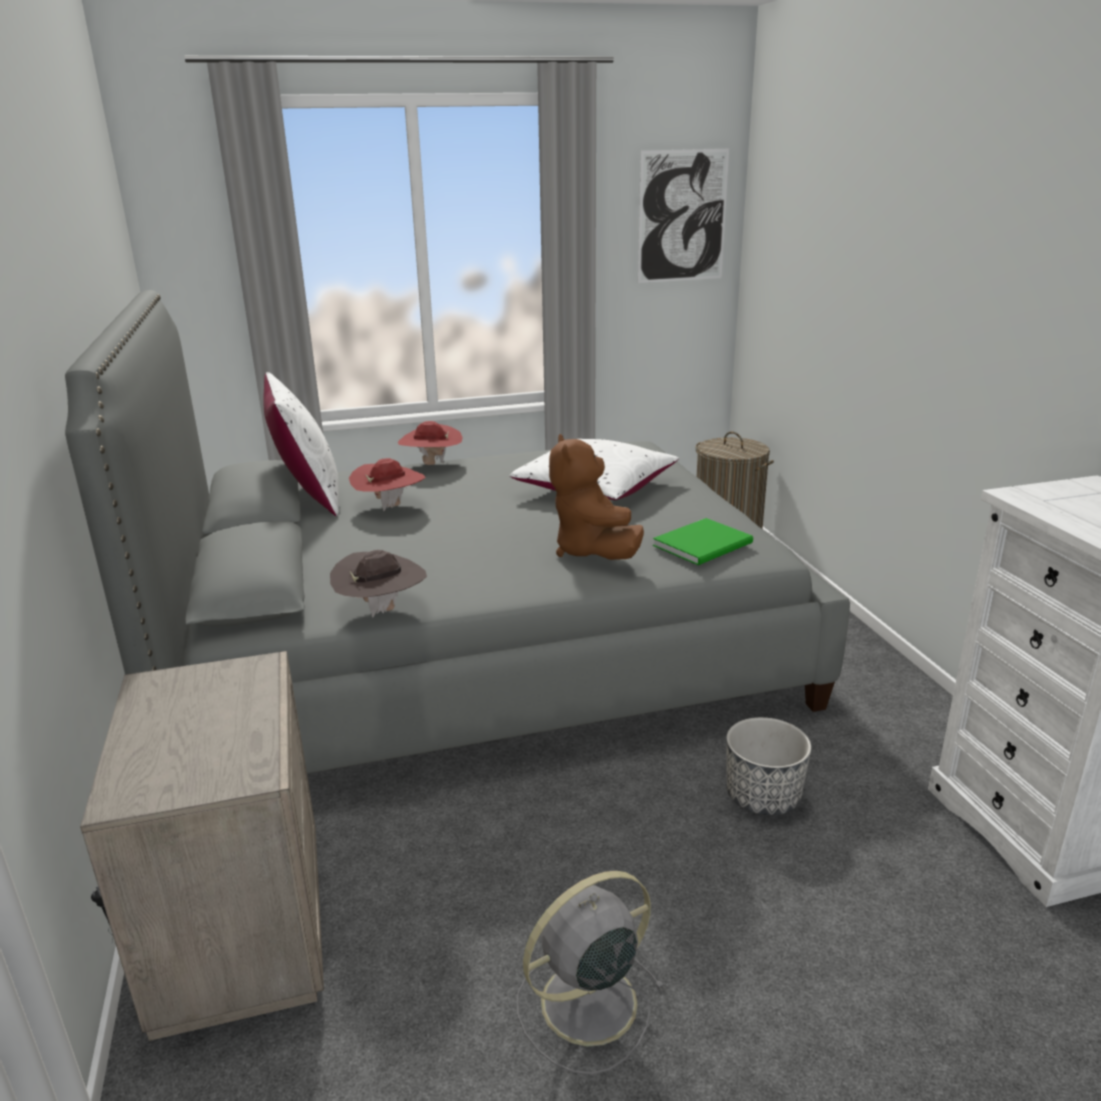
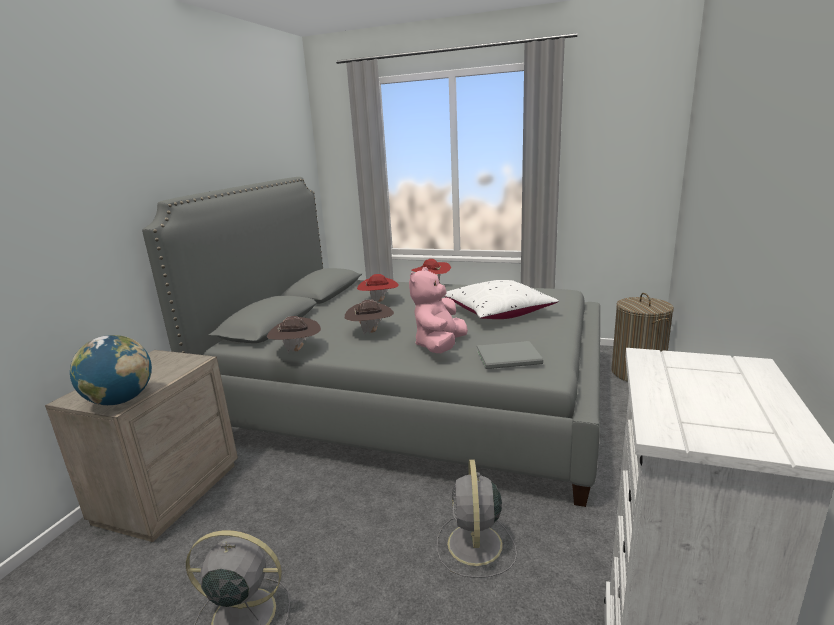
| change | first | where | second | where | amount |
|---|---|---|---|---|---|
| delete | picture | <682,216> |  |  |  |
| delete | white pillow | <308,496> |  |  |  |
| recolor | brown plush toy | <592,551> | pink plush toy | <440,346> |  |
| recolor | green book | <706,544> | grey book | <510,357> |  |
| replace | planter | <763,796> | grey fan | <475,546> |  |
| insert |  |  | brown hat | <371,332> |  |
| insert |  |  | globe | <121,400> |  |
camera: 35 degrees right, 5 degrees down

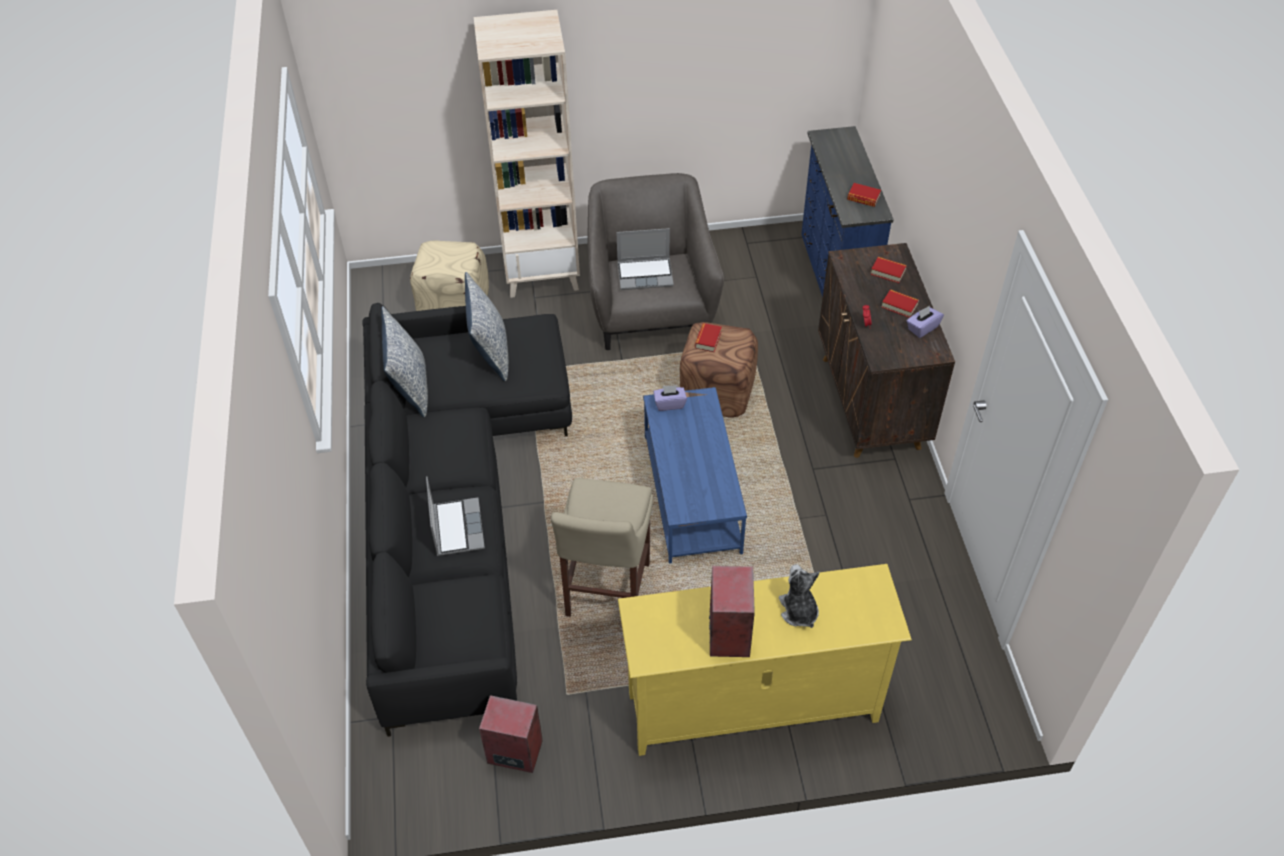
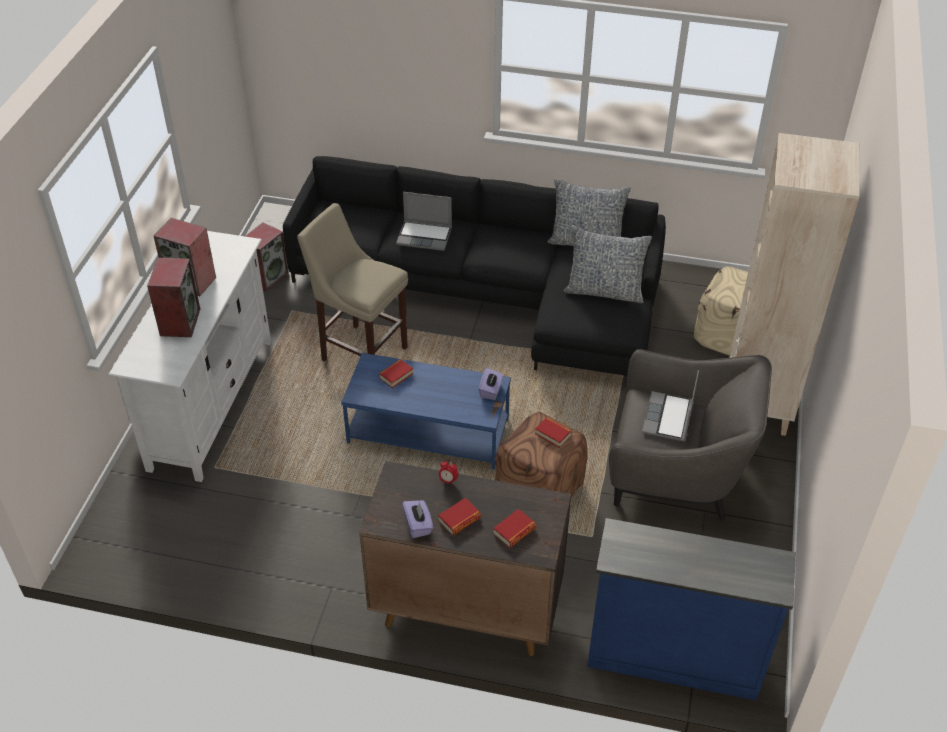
| change | first | where | second | where | amount |
|---|---|---|---|---|---|
| move | book | <863,198> |  | <396,376> |  |
| recolor | yellow tv stand | <752,708> | white tv stand | <211,402> |  |
| replace | plush toy | <798,611> | speaker | <179,321> |  |
camera: 110 degrees right, 5 degrees down

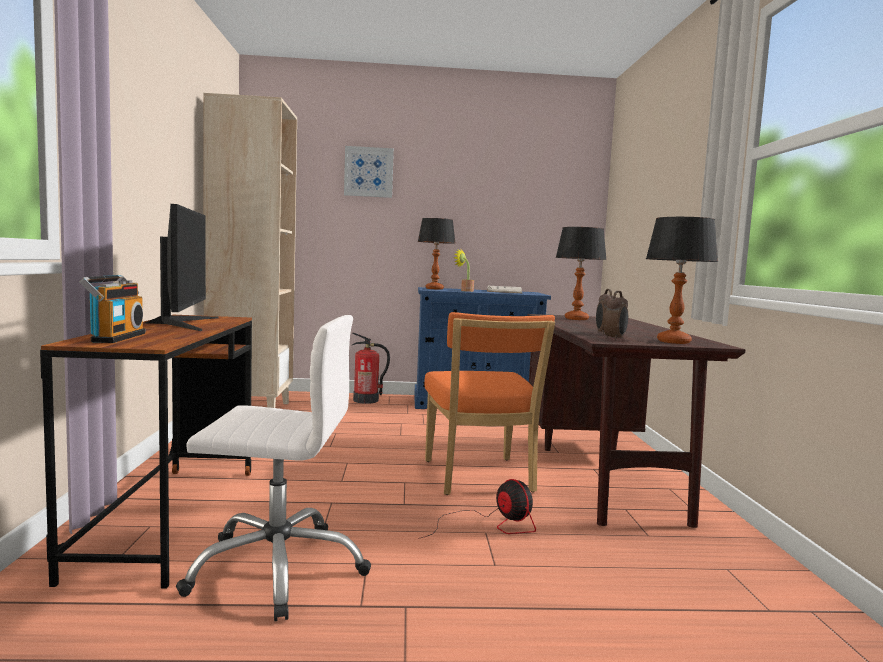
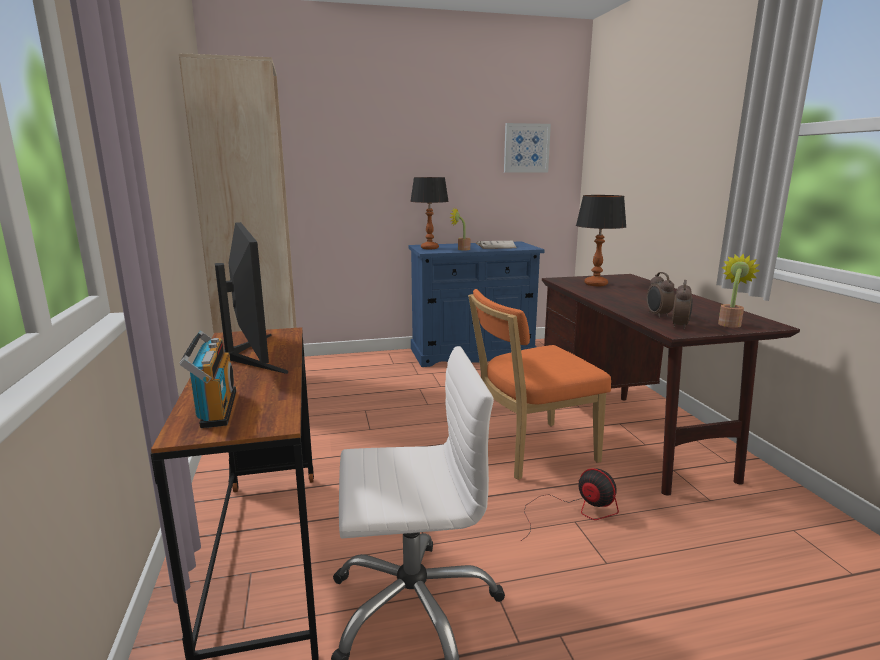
| change | first | where | second | where | amount |
|---|---|---|---|---|---|
| move | picture | <368,172> |  | <526,148> |  |
| replace | table lamp | <673,342> | potted plant | <730,323> |  |
| rotate | orange chair | <479,478> |  | <530,451> | 90 degrees clockwise |
| delete | fire extinguisher | <366,400> |  |  |  |
camera: 10 degrees left, 10 degrees up

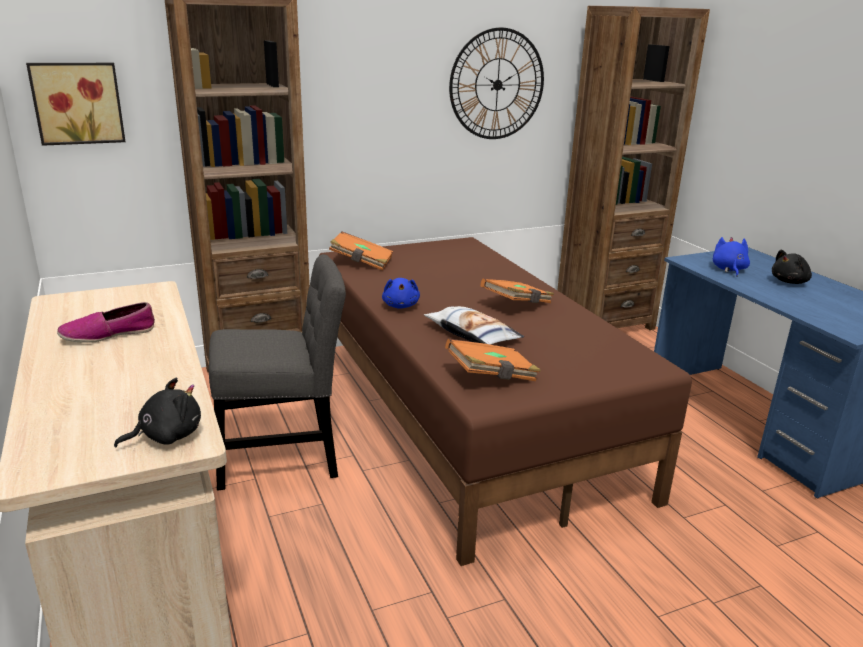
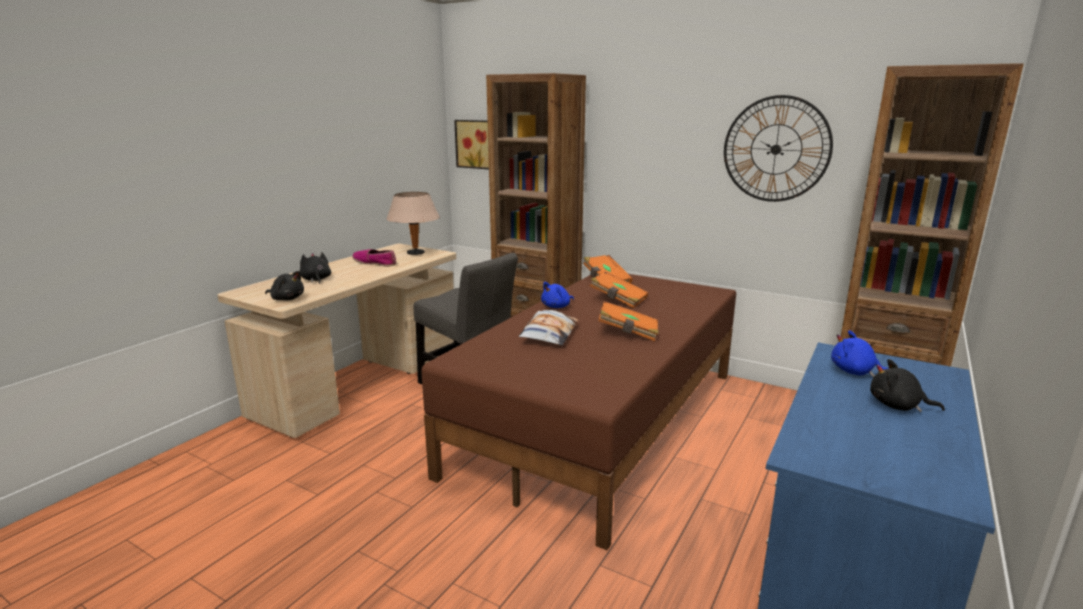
| change | first | where | second | where | amount |
|---|---|---|---|---|---|
| rotate | blue plush toy | <728,269> |  | <855,372> | 120 degrees counterclockwise |
| move | orange book | <492,376> |  | <618,300> |  |
| insert |  |  | beige table lamp | <415,253> |  |
| insert |  |  | black plush toy | <316,280> |  |
camera: 55 degrees right, 5 degrees down

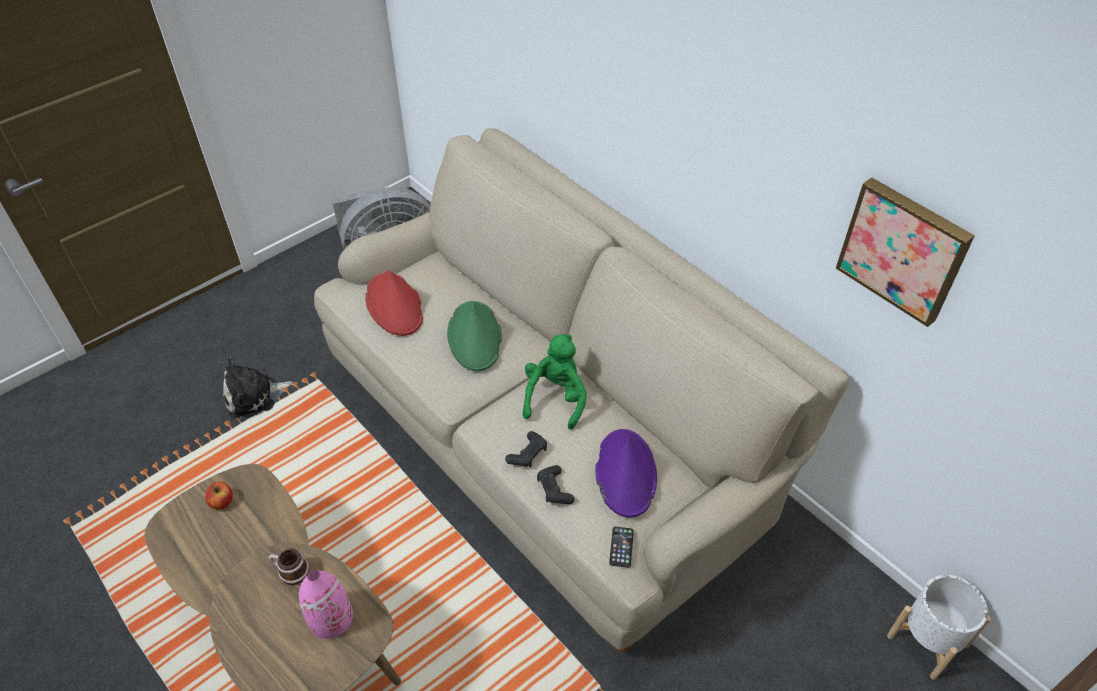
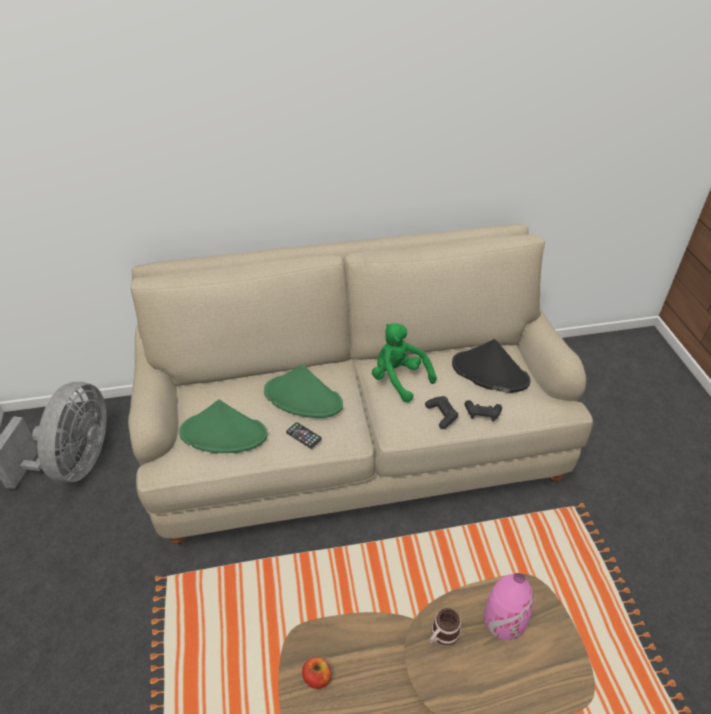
| change | first | where | second | where | amount |
|---|---|---|---|---|---|
| delete | picture | <904,249> |  |  |  |
| recolor | red hat | <394,306> | green hat | <224,434> |  |
| delete | plush toy | <254,396> |  |  |  |
| recolor | purple hat | <625,473> | black hat | <489,373> |  |
| move | phone | <621,547> |  | <303,435> |  |
| delete | white planter | <928,640> |  |  |  |
camera: 60 degrees left, 5 degrees down

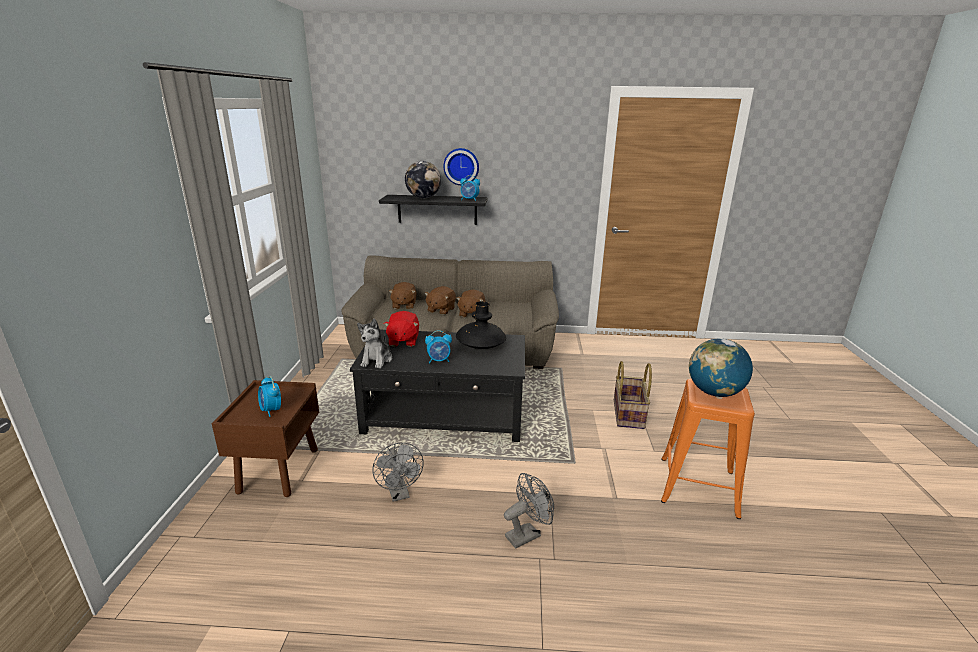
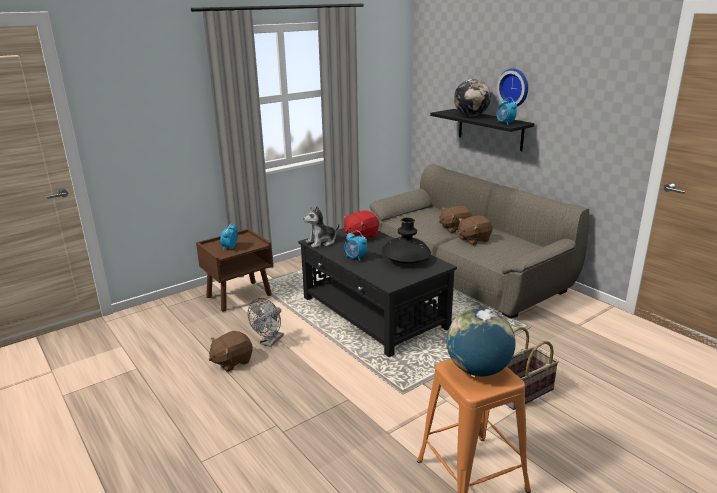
| change | first | where | second | where | amount |
|---|---|---|---|---|---|
| move | brown plush toy | <404,305> |  | <232,361> |  |
| delete | grey fan | <527,534> |  |  |  |
camera: 50 degrees right, 0 degrees up

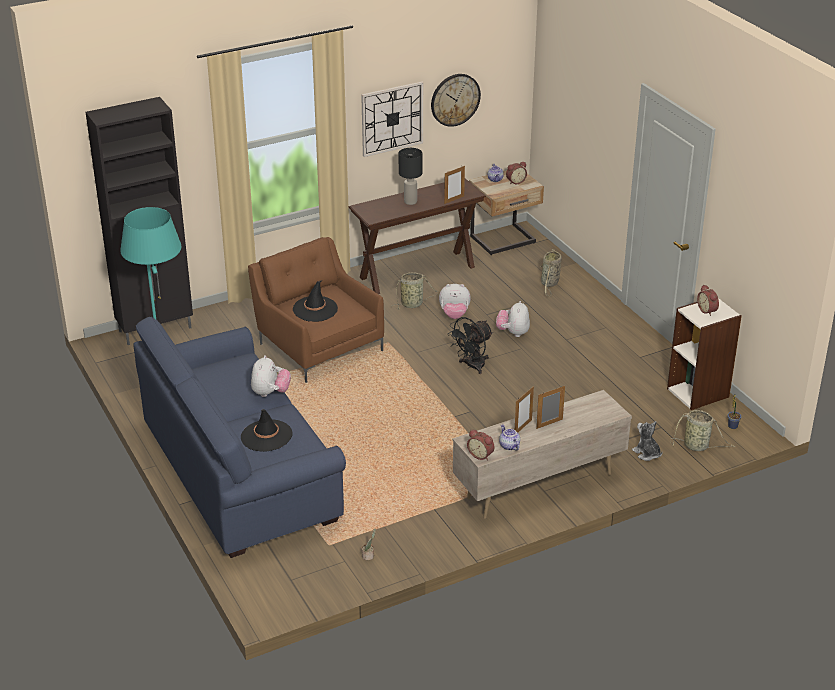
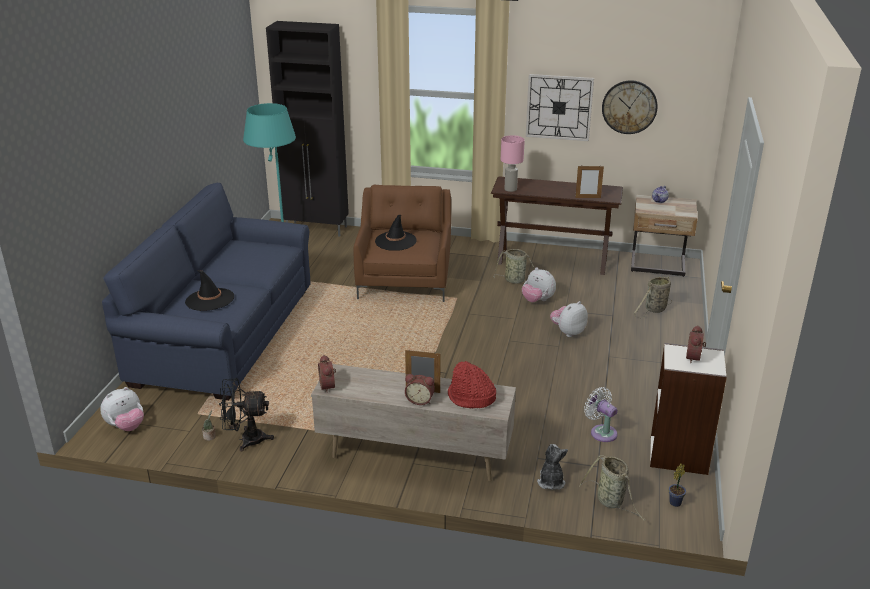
| change | first | where | second | where | amount |
|---|---|---|---|---|---|
| delete | black table lamp | <410,201> |  |  |  |
| move | alarm clock | <515,181> |  | <420,400> |  |
| move | black fan | <471,366> |  | <246,439> |  |
| move | plush toy | <270,393> |  | <126,426> |  |
| delete | picture frame | <523,427> |  |  |  |
| delete | teapot | <508,446> |  |  |  |
| insert |  |  | pink table lamp | <510,189> |  |
| insert |  |  | red hat | <471,398> |  |
| insert |  |  | white fan | <601,432> |  |
camera: 40 degrees right, 5 degrees down

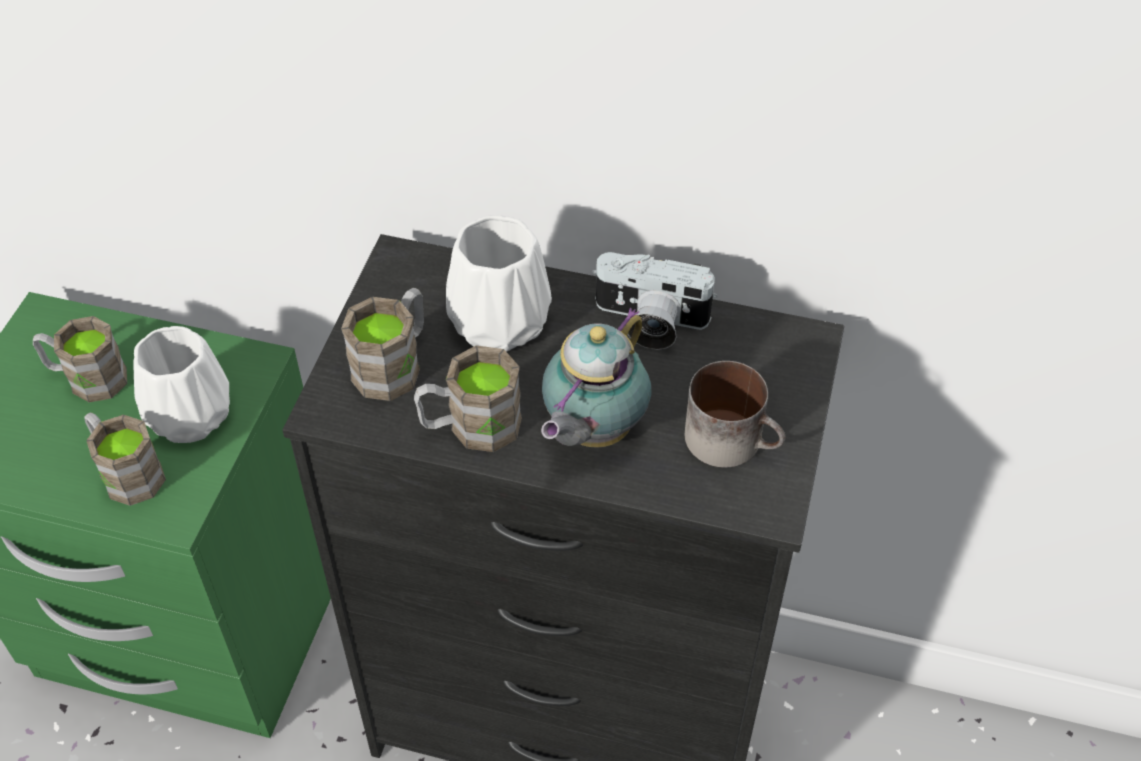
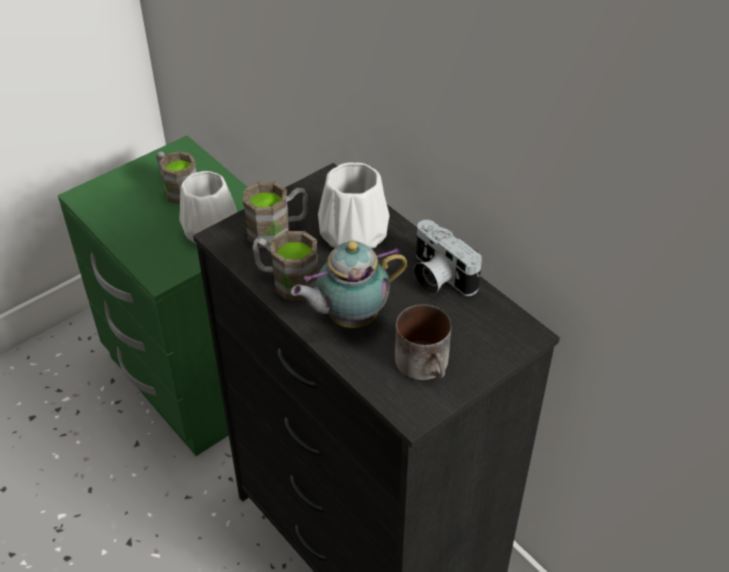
| change | first | where | second | where | amount |
|---|---|---|---|---|---|
| delete | brown mug | <126,472> |  |  |  |
camera: 35 degrees right, 5 degrees down

